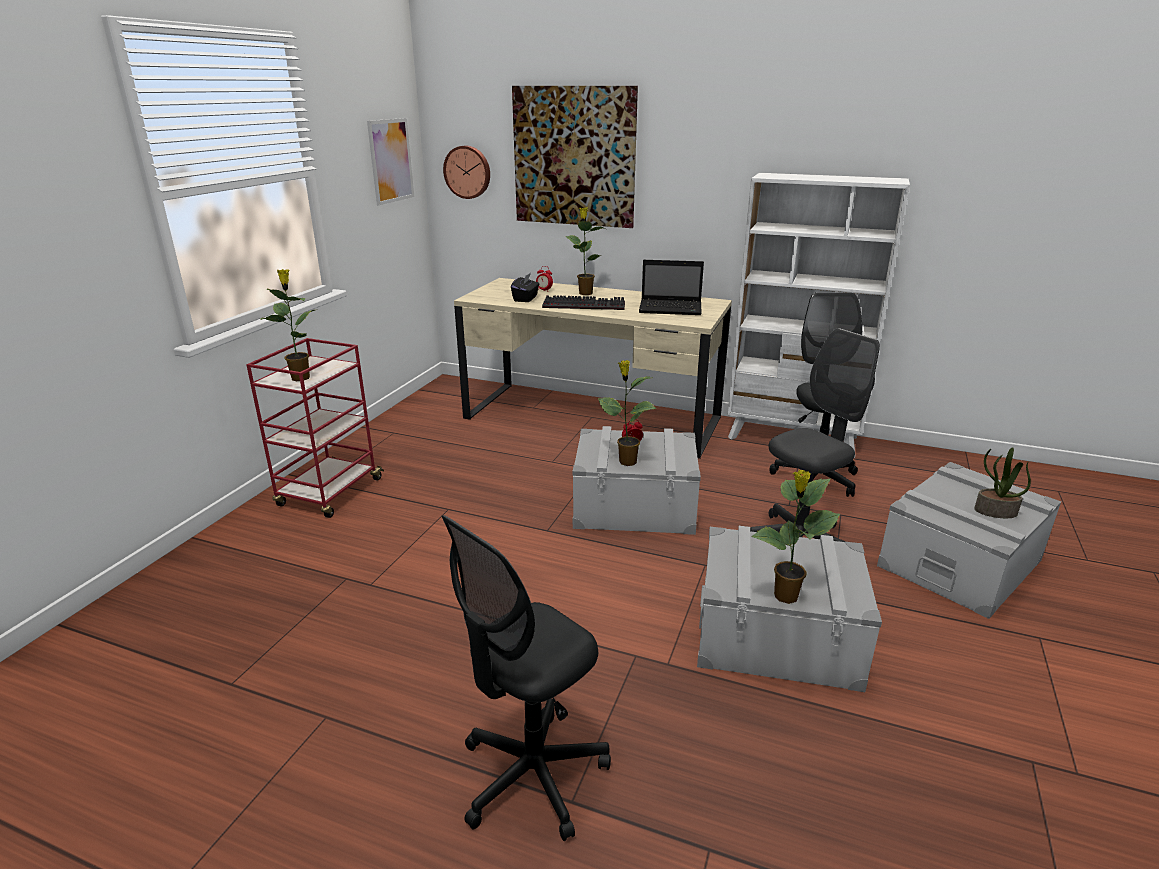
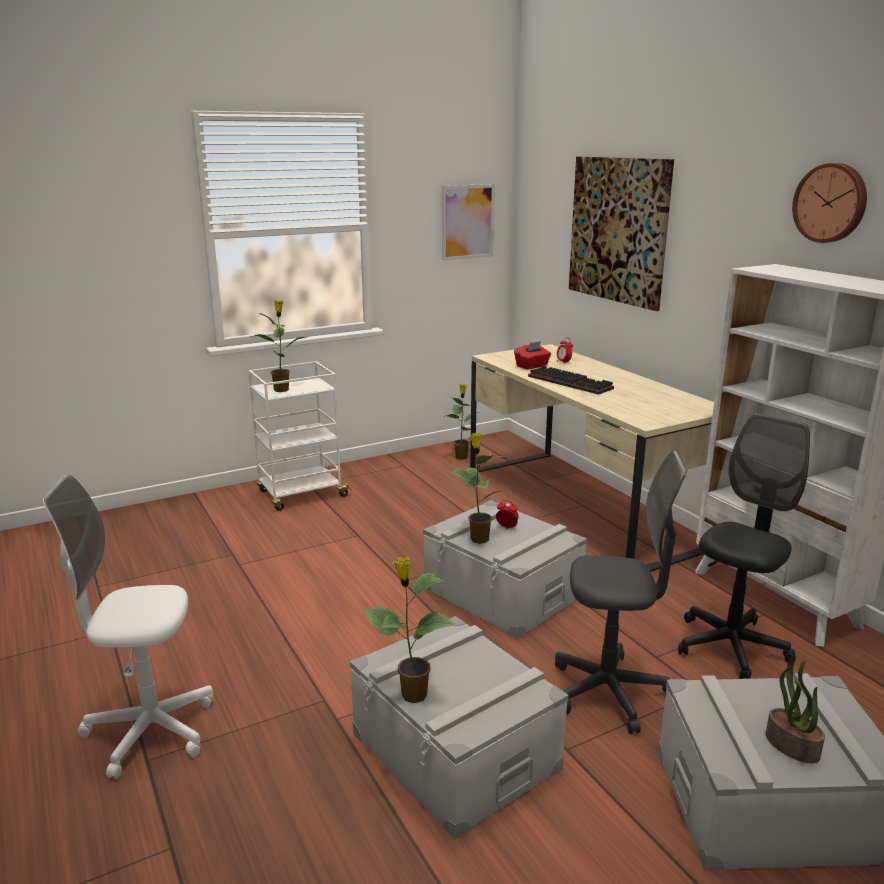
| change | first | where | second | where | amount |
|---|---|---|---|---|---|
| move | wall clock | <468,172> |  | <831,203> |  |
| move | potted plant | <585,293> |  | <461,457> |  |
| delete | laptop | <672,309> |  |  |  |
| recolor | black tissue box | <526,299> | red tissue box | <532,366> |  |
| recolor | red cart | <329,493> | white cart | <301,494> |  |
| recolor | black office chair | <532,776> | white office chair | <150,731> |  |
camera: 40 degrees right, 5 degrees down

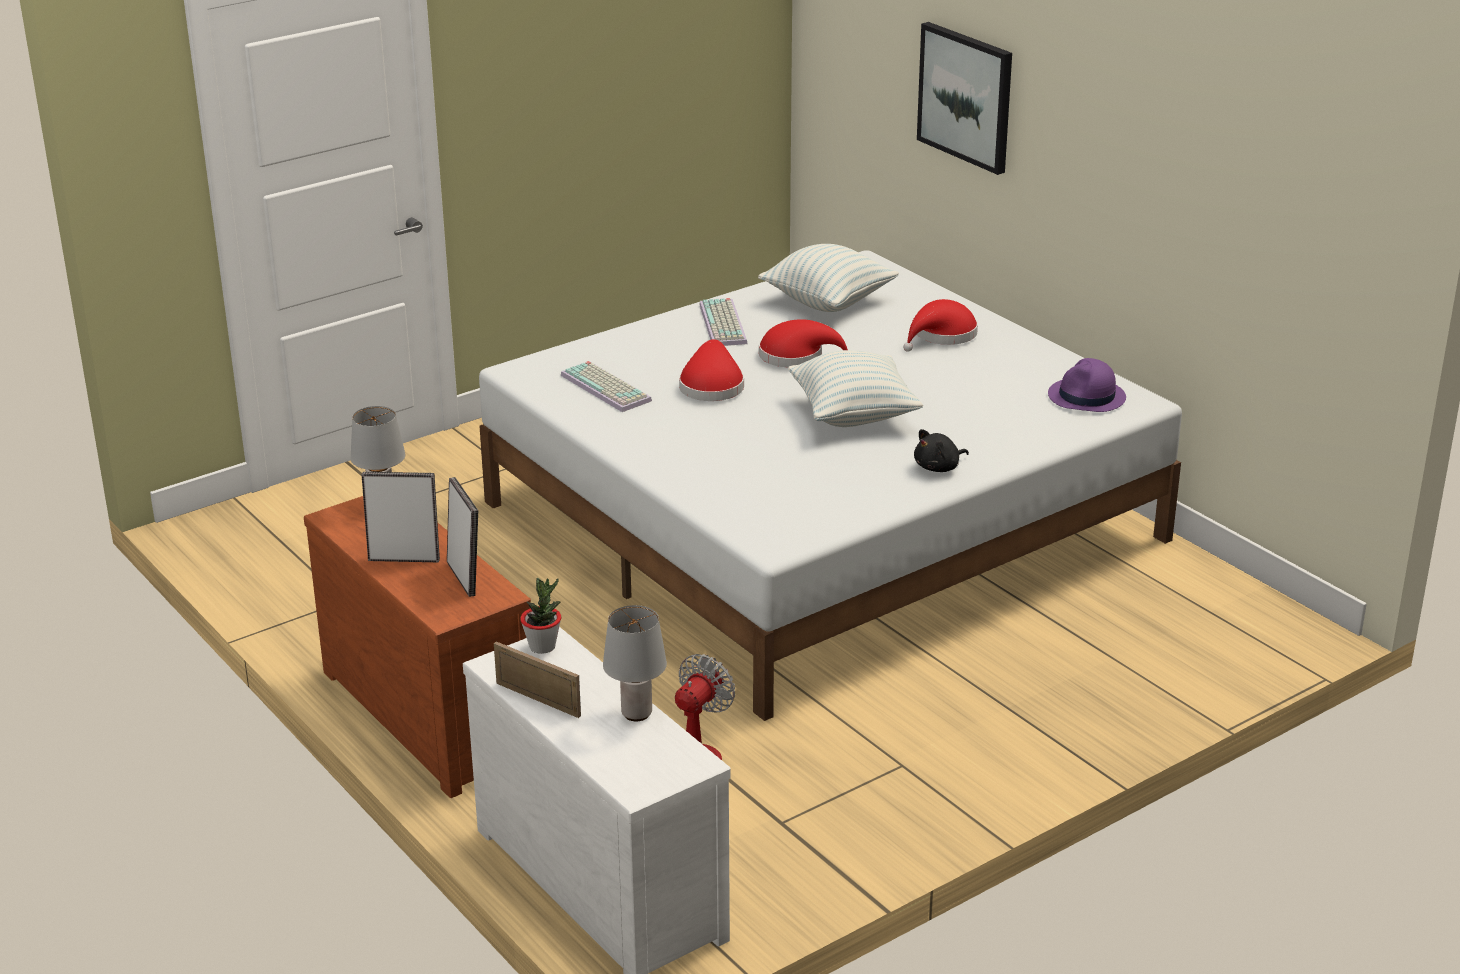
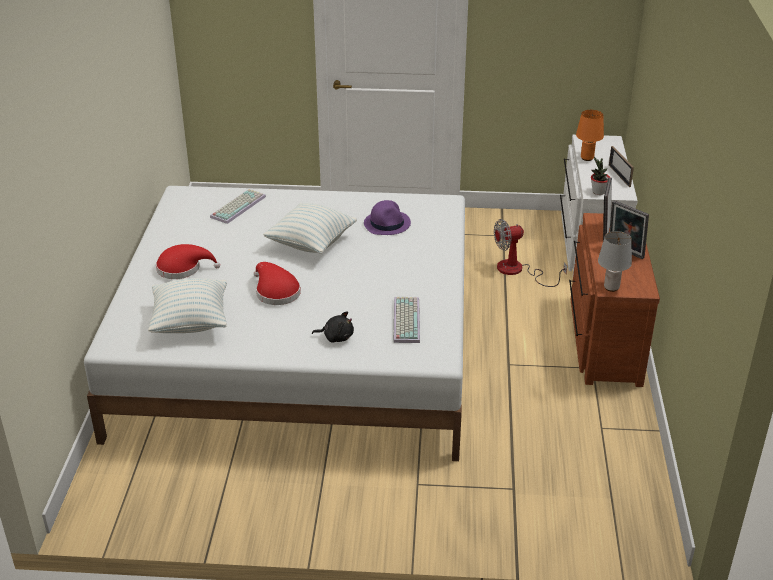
| change | first | where | second | where | amount |
|---|---|---|---|---|---|
| delete | picture | <966,96> |  |  |  |
| move | keyboard | <725,324> |  | <237,206> |  |
| delete | red hat | <711,385> |  |  |  |
| move | purple hat | <1087,397> |  | <387,223> |  |
| move | black plush toy | <939,467> |  | <336,337> |  |
| recolor | grey table lamp | <636,714> | orange table lamp | <587,158> |  |
camera: 140 degrees left, 5 degrees up

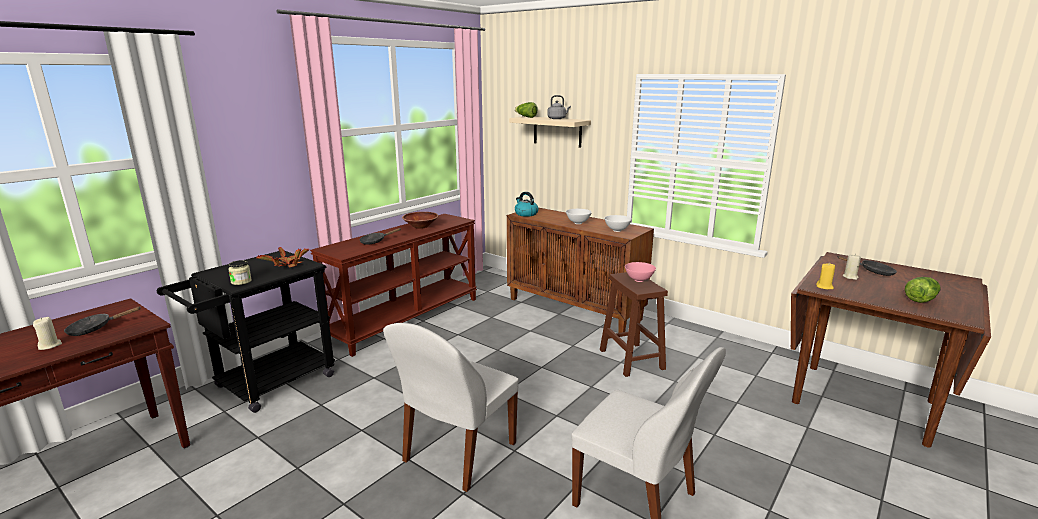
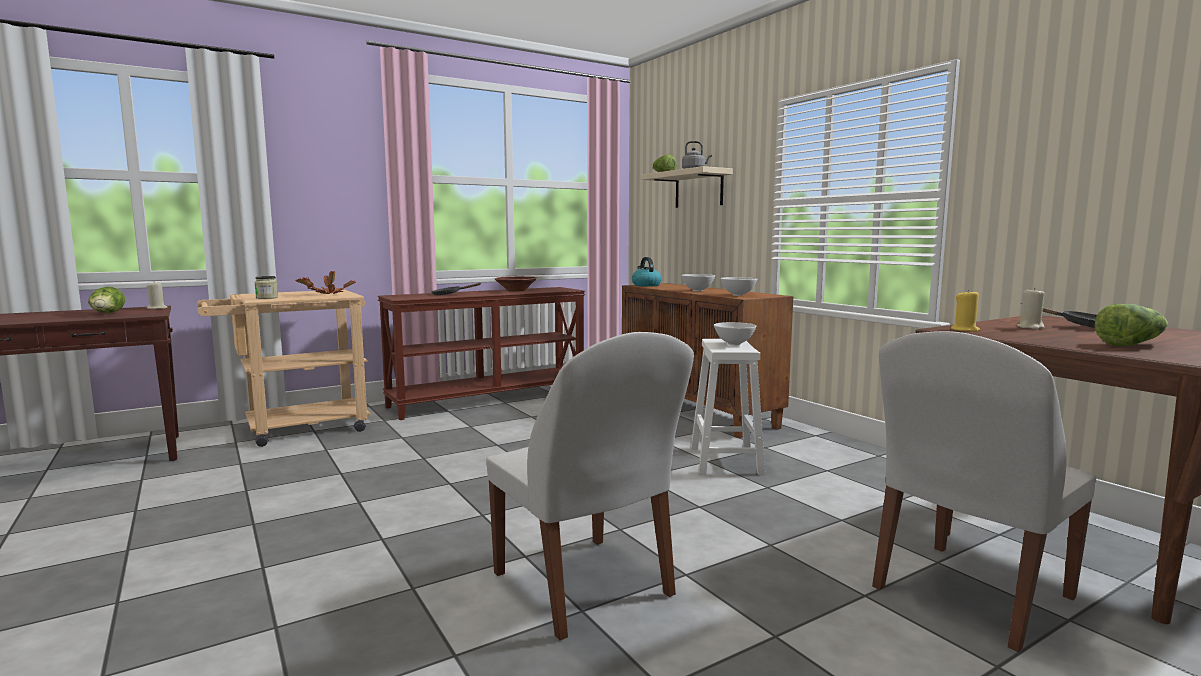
| change | first | where | second | where | amount |
|---|---|---|---|---|---|
| recolor | black cart | <266,385> | beige cart | <294,429> |  |
| recolor | pink bowl | <638,280> | white bowl | <733,344> |  |
| recolor | brown stool | <630,359> | white stool | <725,460> |  |
| replace | black frying pan | <95,329> | lettuce | <107,313> |  |
| move | beige candle | <50,345> |  | <157,308> |  |
| move | white chair | <458,454> |  | <968,595> |  |
camera: 20 degrees right, 10 degrees down

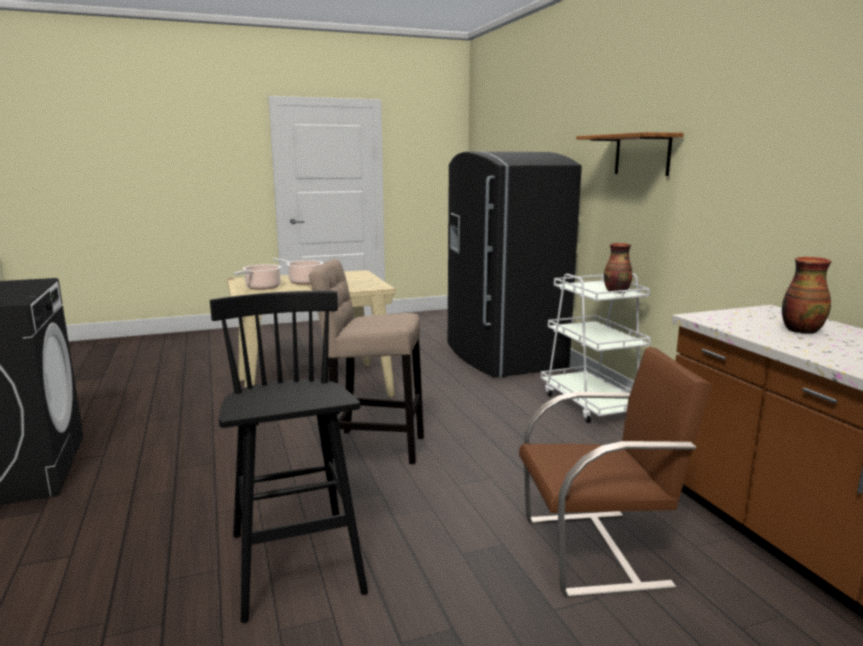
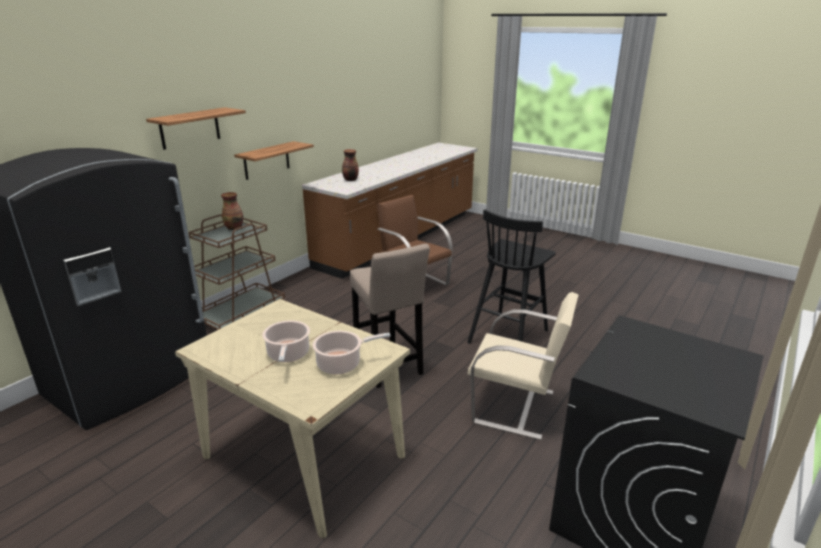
| change | first | where | second | where | amount |
|---|---|---|---|---|---|
| recolor | white cart | <591,403> | brown cart | <241,315> |  |
| insert |  |  | shelf | <266,160> |  |
| insert |  |  | beige chair | <515,407> |  |
camera: 125 degrees left, 10 degrees up

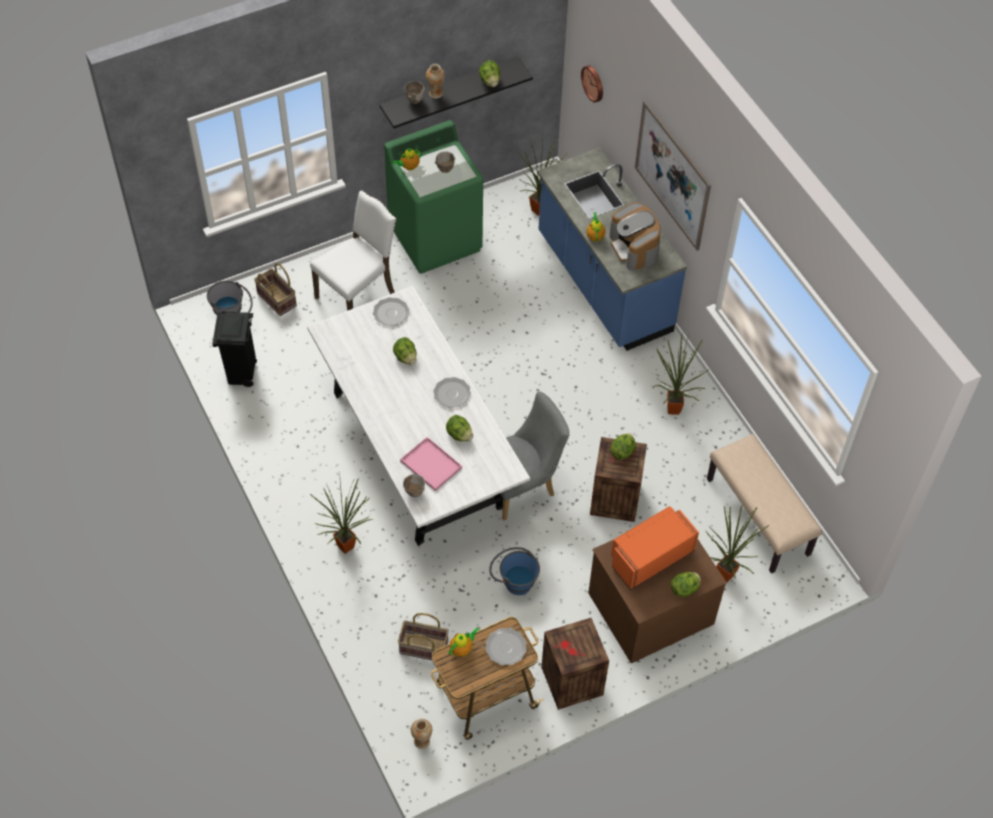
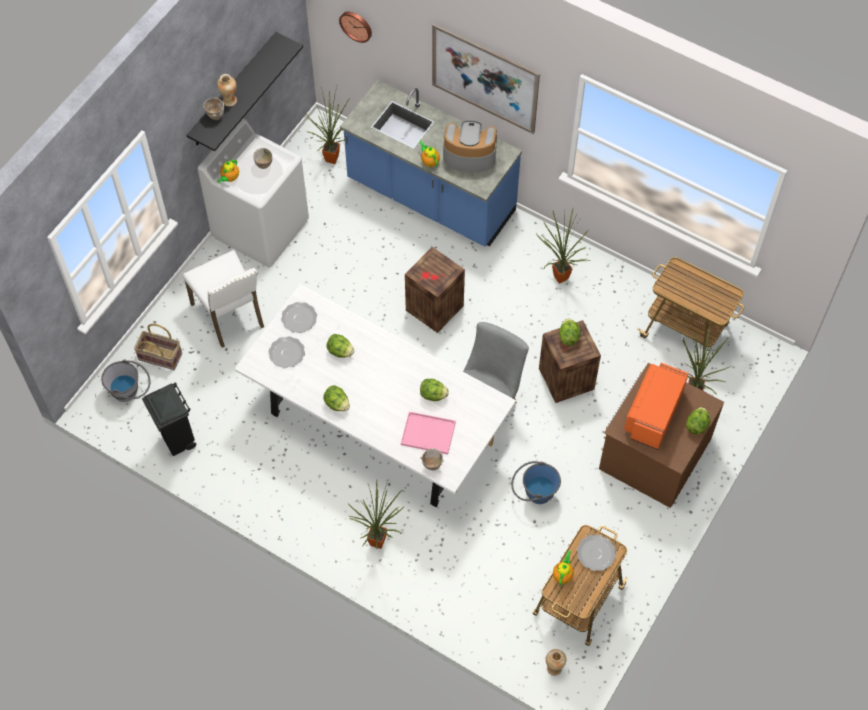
| change | first | where | second | where | amount |
|---|---|---|---|---|---|
| move | lettuce | <490,81> |  | <337,404> |  |
| recolor | green washing machine | <436,238> | white washing machine | <261,228> |  |
| rotate | white chair | <358,296> |  | <230,315> | 135 degrees clockwise |
| rotate | coffee machine | <634,248> |  | <469,155> | 150 degrees clockwise |
| move | plate | <451,393> |  | <286,353> |  |
| replace | beige bench | <758,517> | cart | <685,332> |  |
| delete | basket | <423,648> |  |  |  |
| move | crate | <571,682> |  | <434,309> |  |
camera: 30 degrees left, 5 degrees up

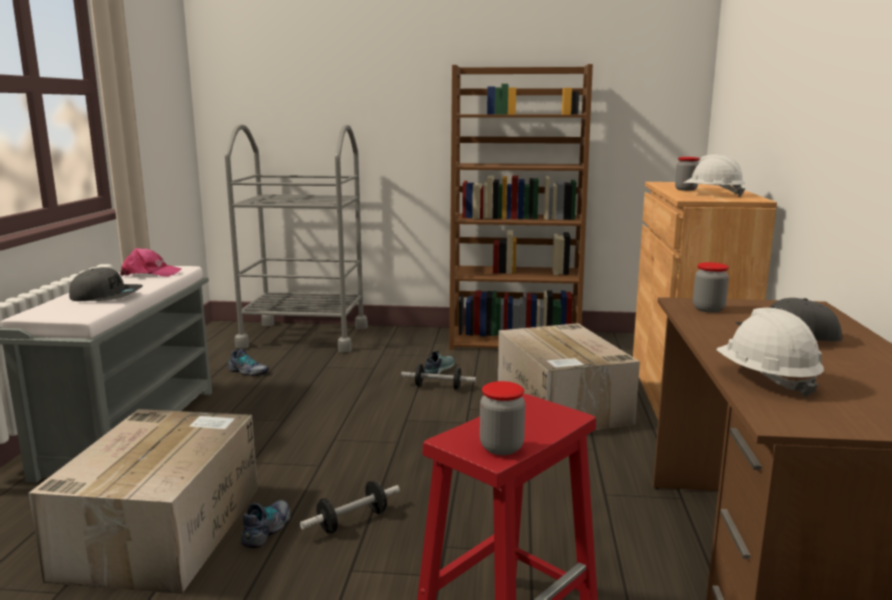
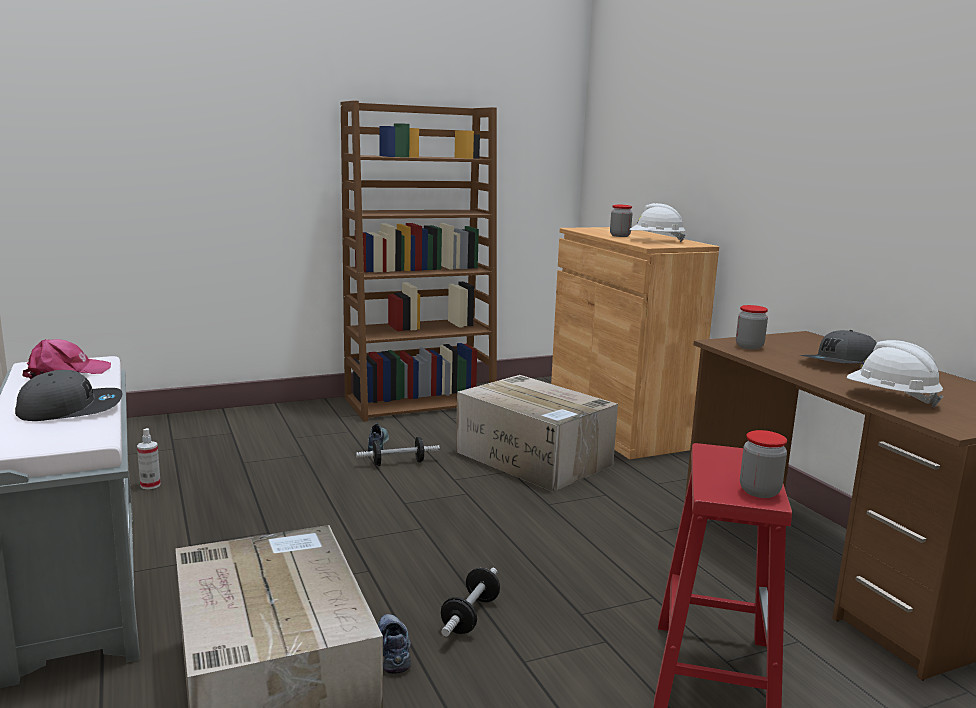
| change | first | where | second | where | amount |
|---|---|---|---|---|---|
| delete | grey cart | <304,337> |  |  |  |
| replace | shoe | <248,372> | spray bottle | <150,485> |  |
camera: 30 degrees left, 0 degrees up

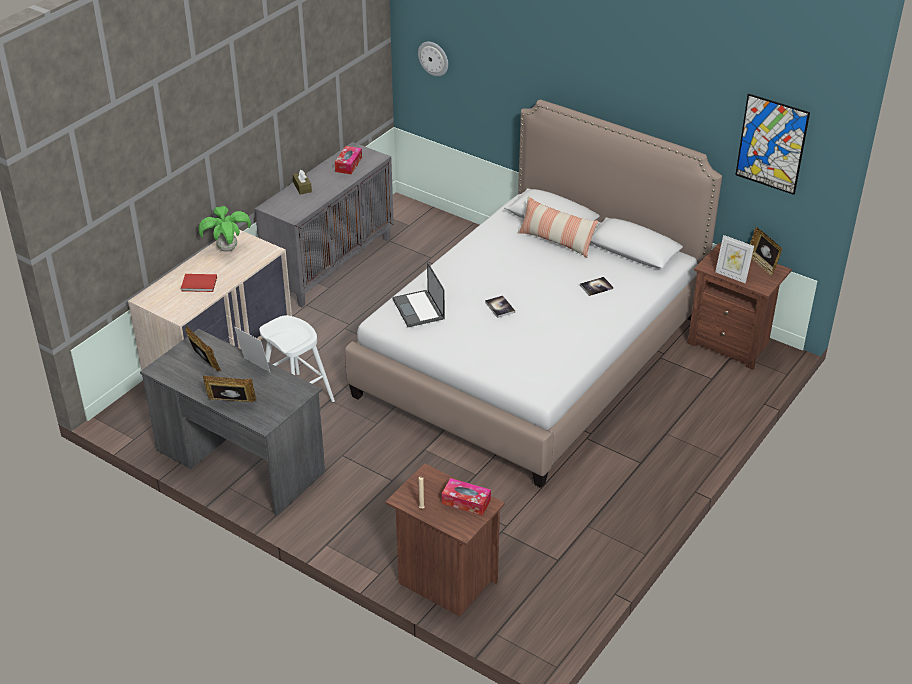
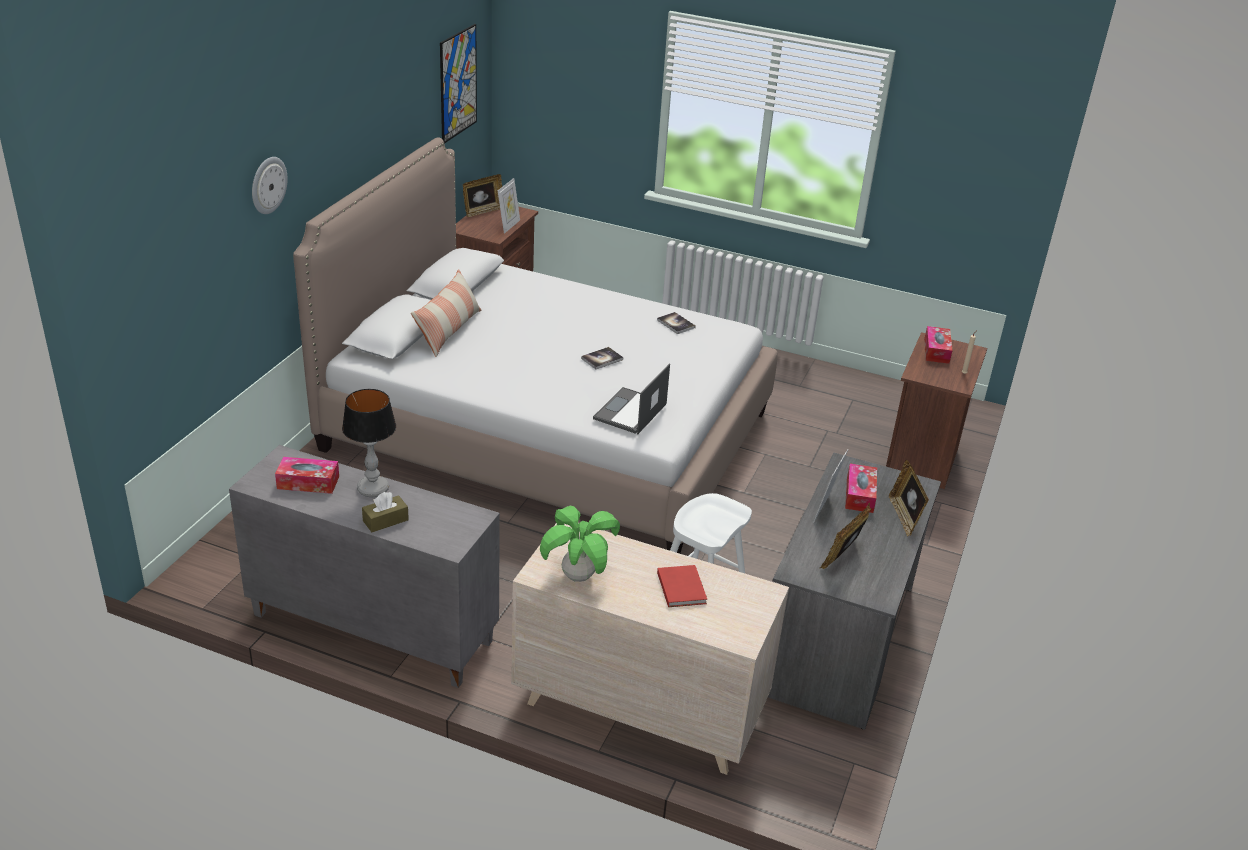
| change | first | where | second | where | amount |
|---|---|---|---|---|---|
| move | wall clock | <433,58> |  | <268,185> |  |
| rotate | laptop | <419,309> |  | <630,412> | 150 degrees clockwise |
| move | book | <596,287> |  | <676,324> |  |
| insert |  |  | table lamp | <373,489> |  |
| insert |  |  | tissue box | <859,495> |  |
camera: 105 degrees left, 5 degrees down

